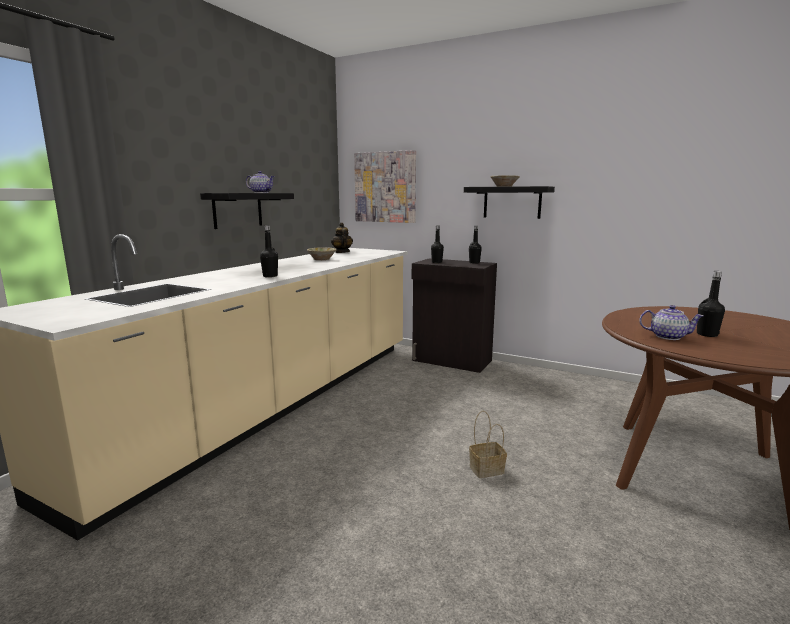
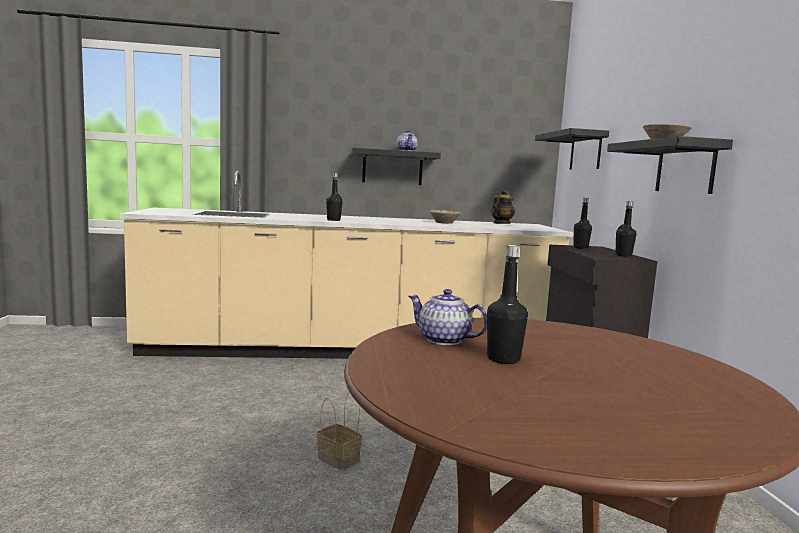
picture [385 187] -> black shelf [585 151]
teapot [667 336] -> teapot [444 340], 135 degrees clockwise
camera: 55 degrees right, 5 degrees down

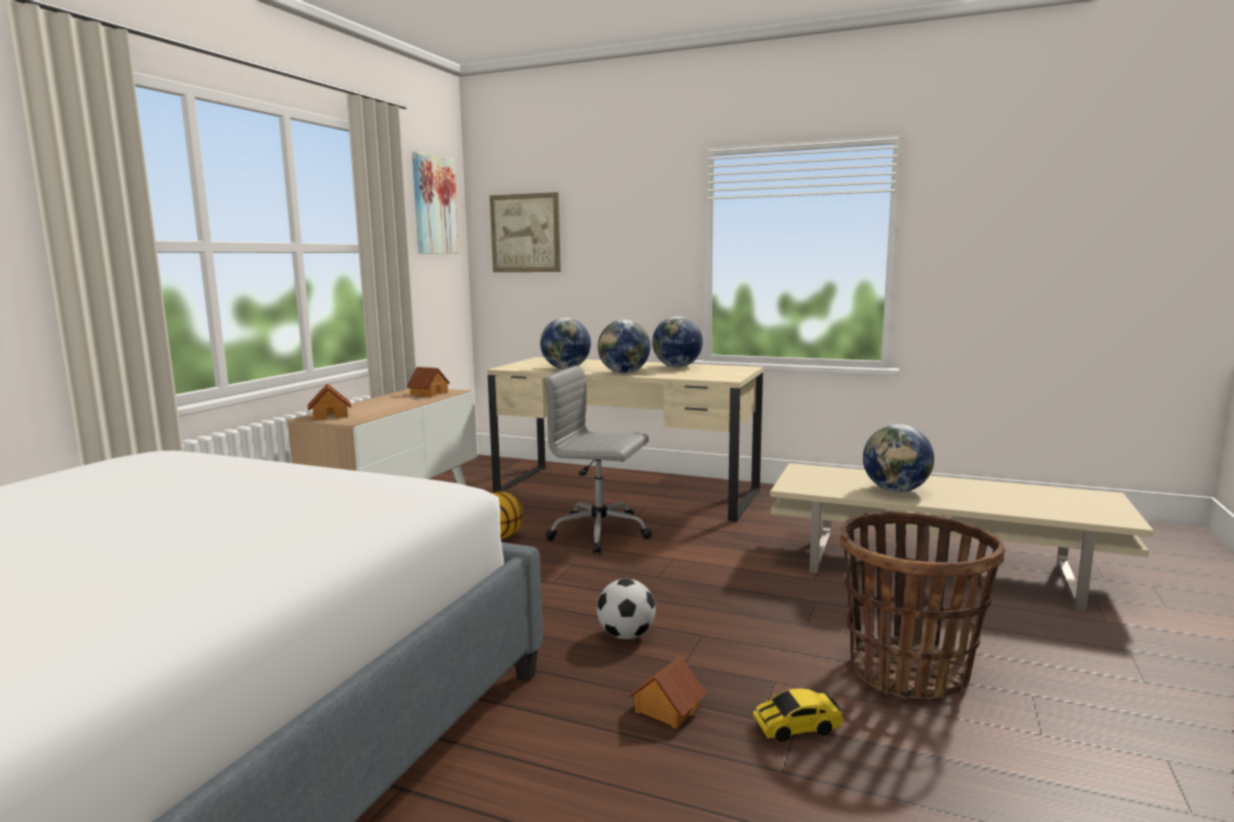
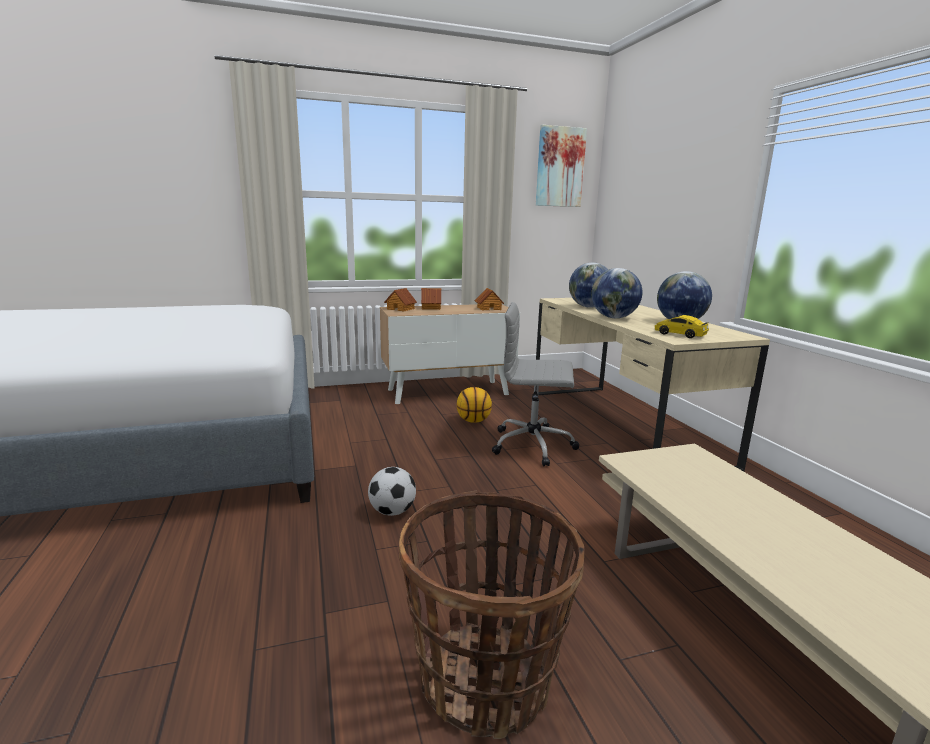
picture [525 233] -> none
globe [896 490] -> none
toy house [666 709] -> toy house [430 307], relocated
toy car [797 727] -> toy car [680 334], relocated
grey office chair [601 533] -> grey office chair [534 445], 60 degrees counterclockwise
camera: 50 degrees right, 5 degrees up

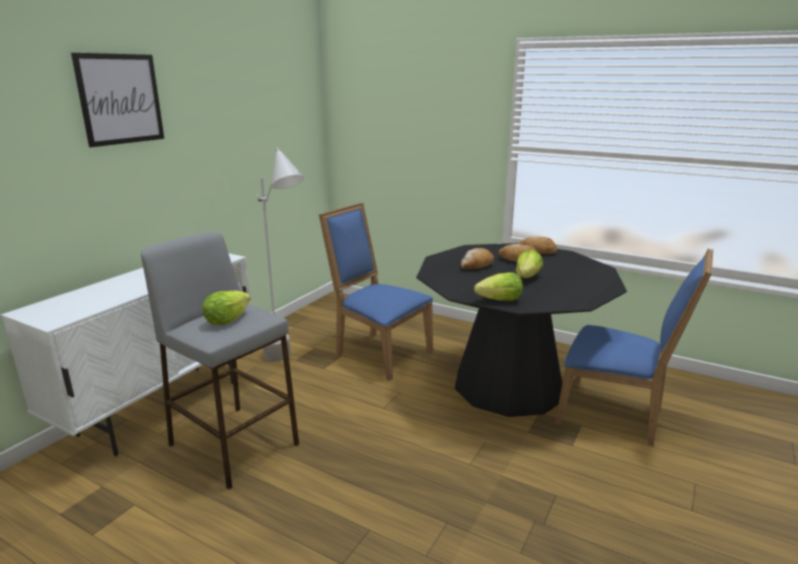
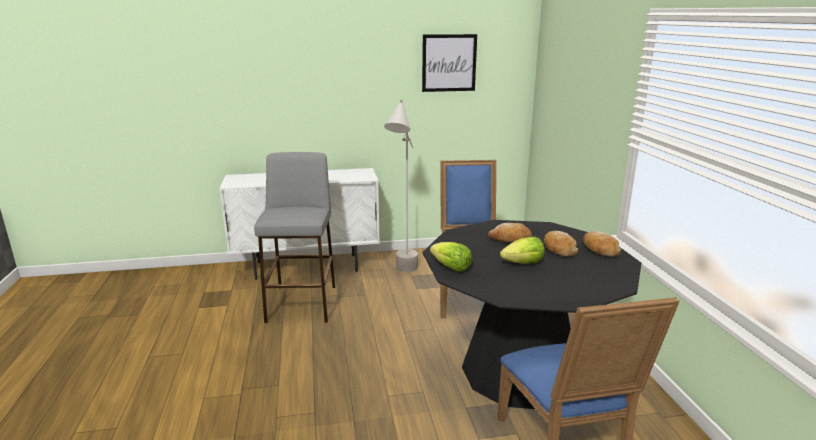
lettuce [227 320] -> none
picture [120 99] -> picture [449 63], relocated
camera: 50 degrees right, 0 degrees up

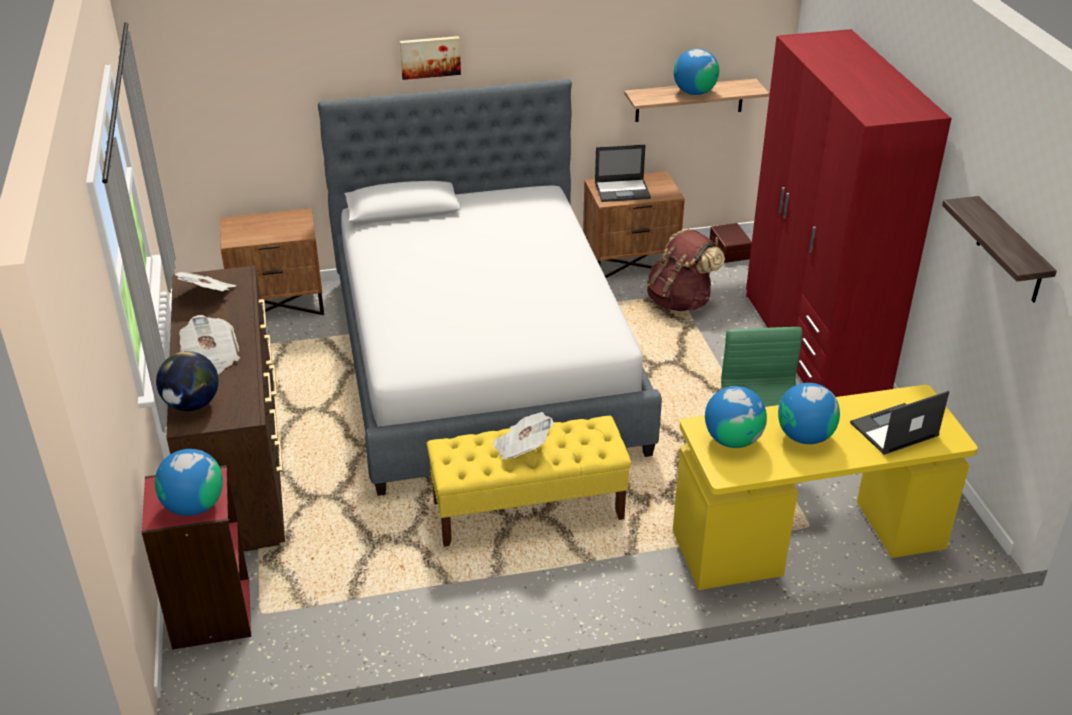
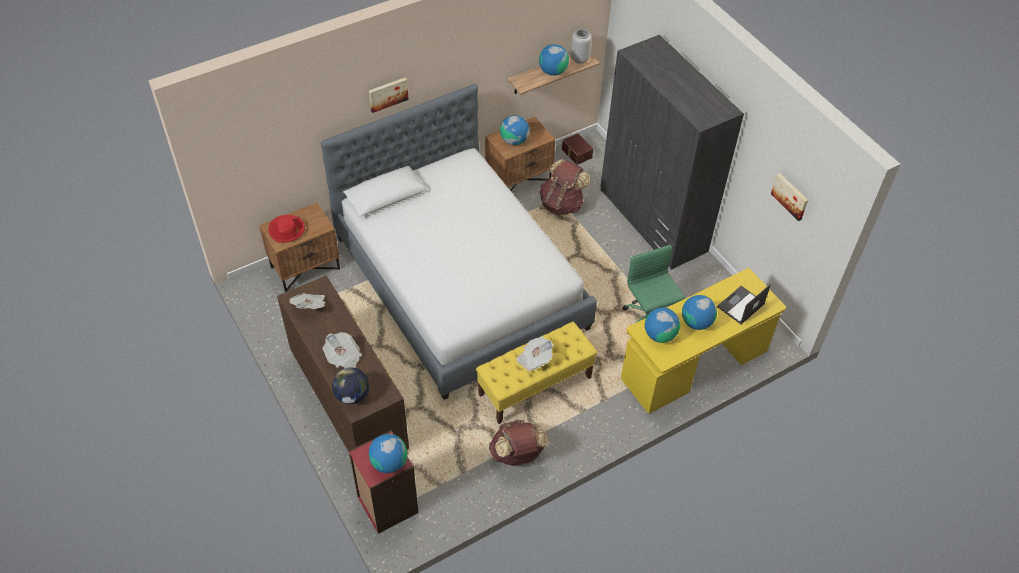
none -> red hat [287 230]
none -> brown backpack [517 455]
none -> grey vase [579 59]
laptop [623 190] -> globe [514 140]
shelf [1010 251] -> picture [790 196]
red wardrobe [813 345] -> grey wardrobe [652 221]
camera: 20 degrees left, 15 degrees up

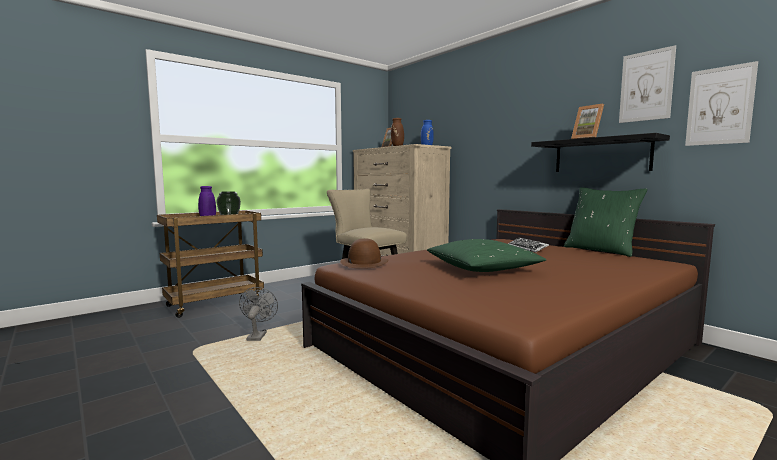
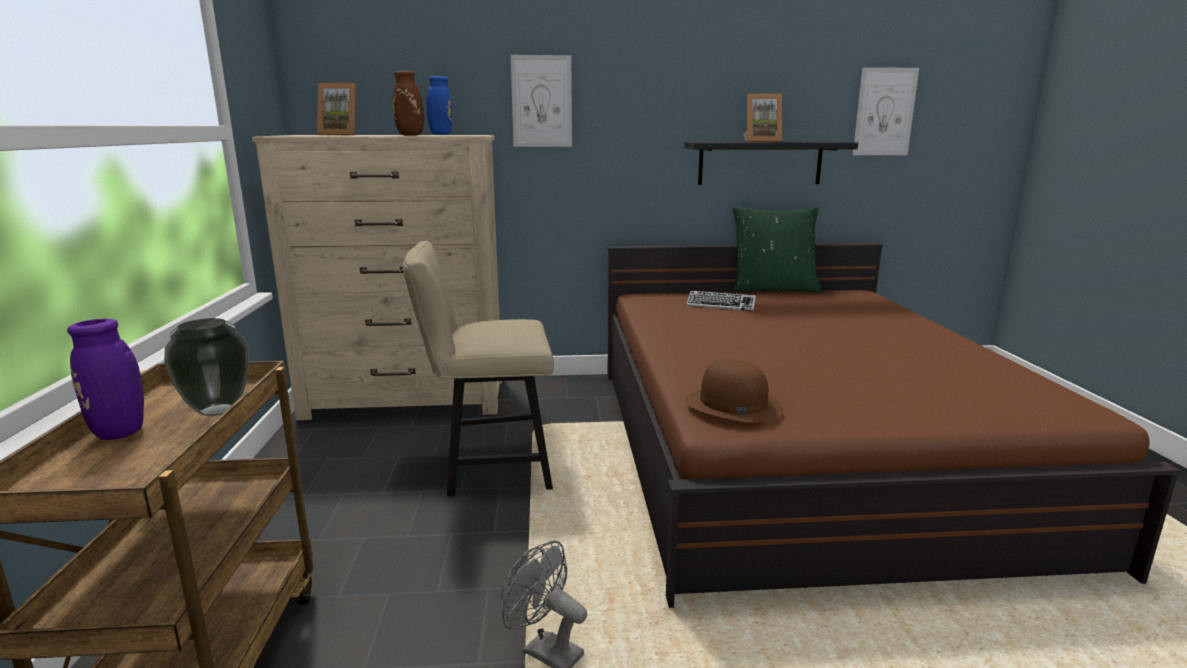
green pillow [482 269] -> none
picture [646 86] -> picture [541 101], relocated
camera: 55 degrees left, 10 degrees up

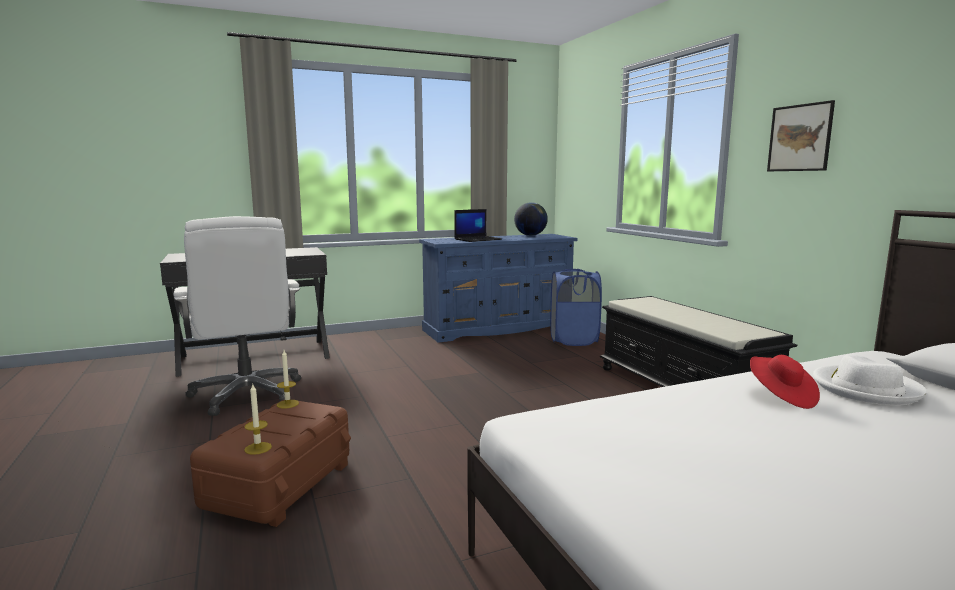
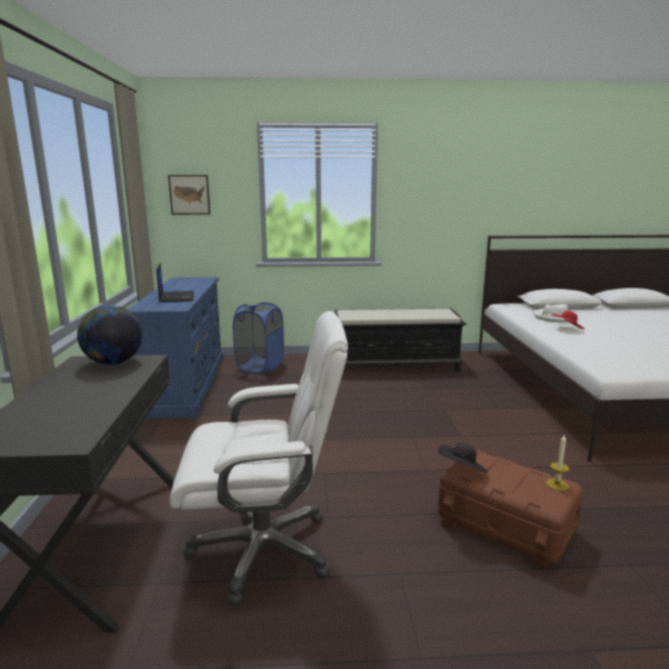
globe [530 235] -> globe [113 362], relocated
picture [800 138] -> picture [189 194], relocated
candle [287 404] -> black hat [462 471]
camera: 70 degrees left, 5 degrees up

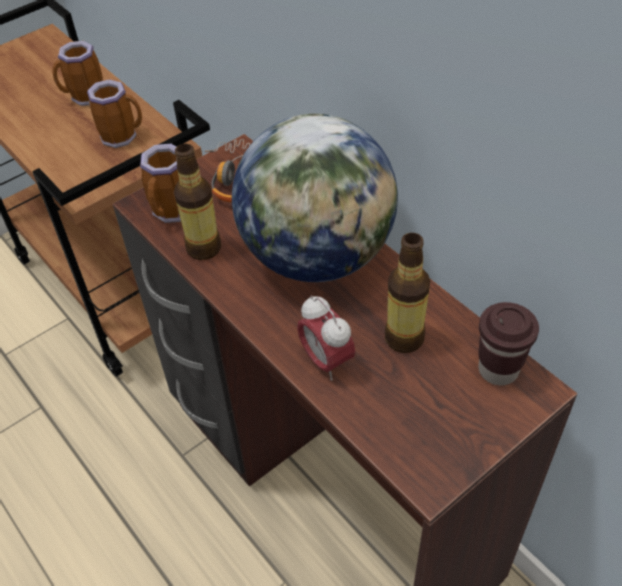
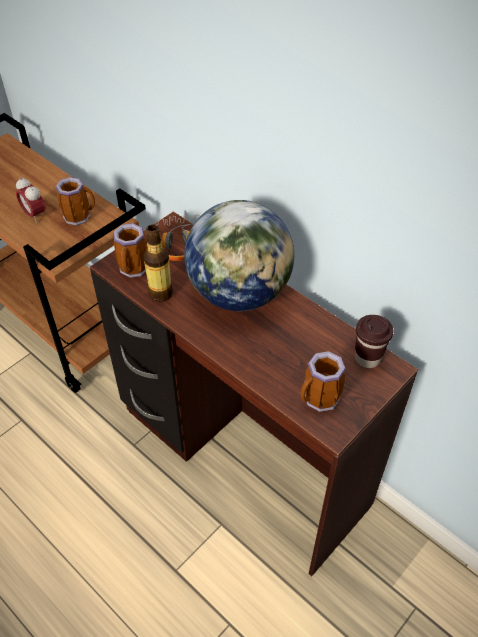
bottle [404 338] -> none
mug [85 98] -> mug [319 401], relocated
alarm clock [326 361] -> alarm clock [35 215], relocated
camera: 10 degrees left, 0 degrees up

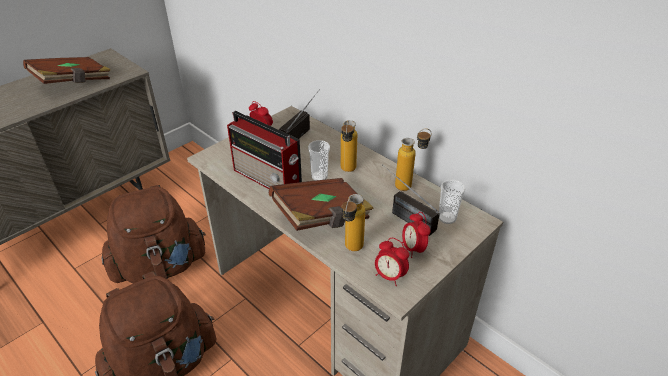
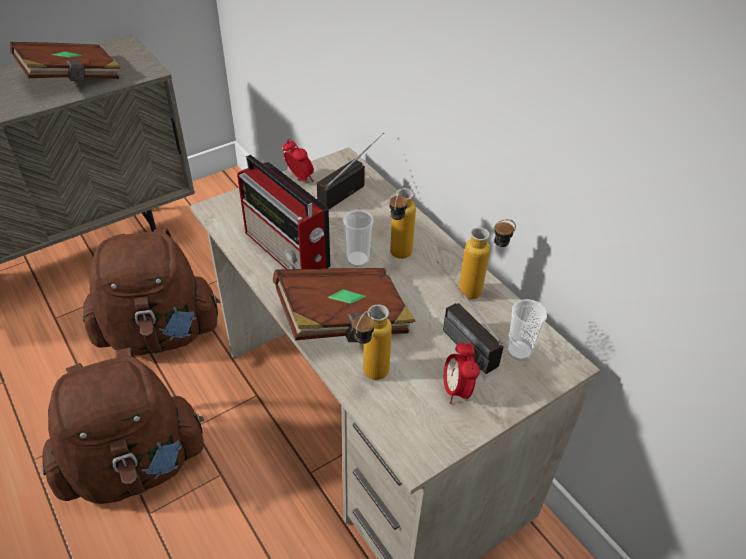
alarm clock [389 276] -> none
camera: 10 degrees right, 5 degrees up

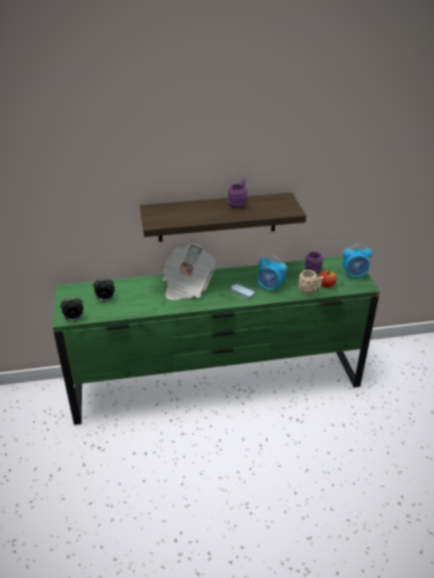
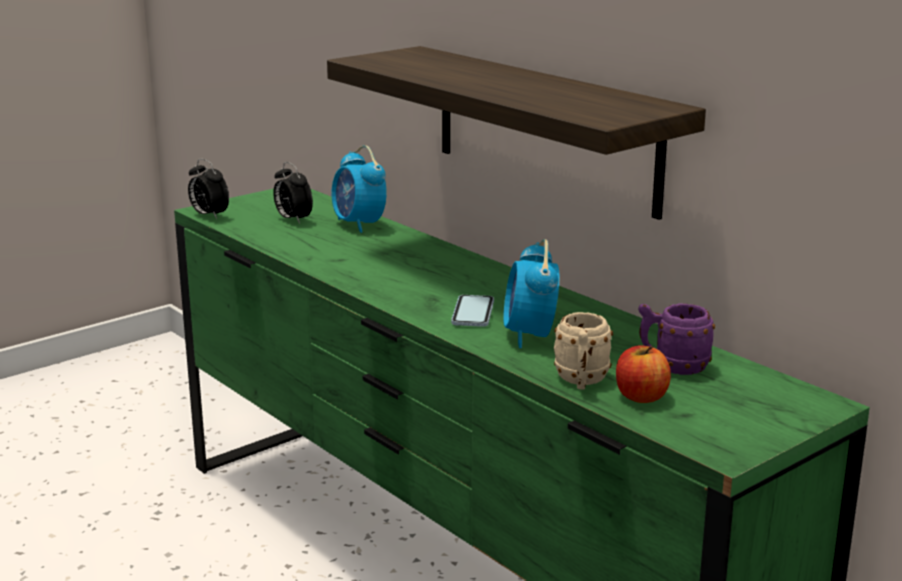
newspaper [187 285] -> none
purple mug [238 204] -> none
alarm clock [354 275] -> alarm clock [359 225], relocated
camera: 60 degrees right, 15 degrees down

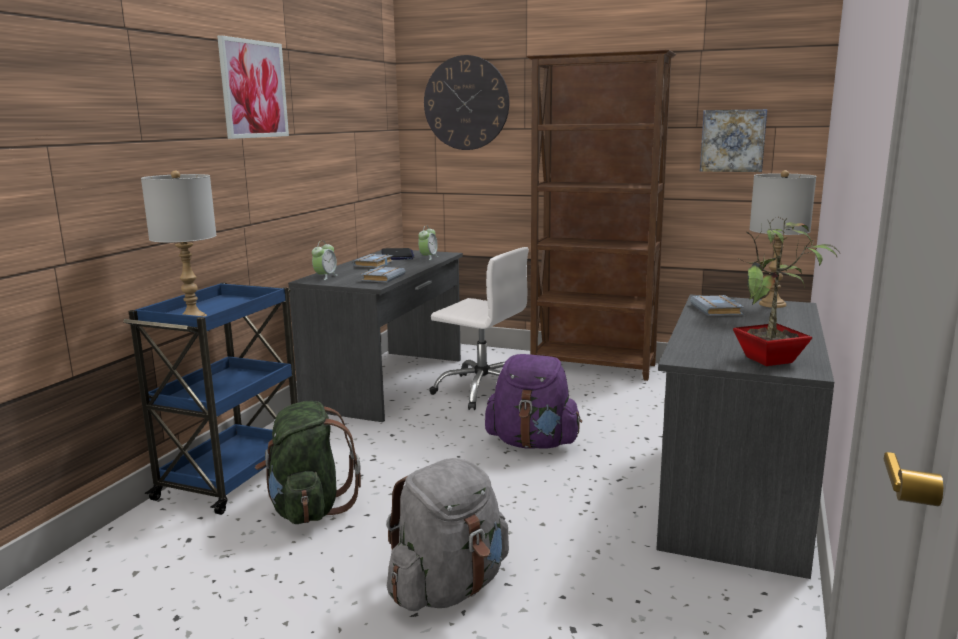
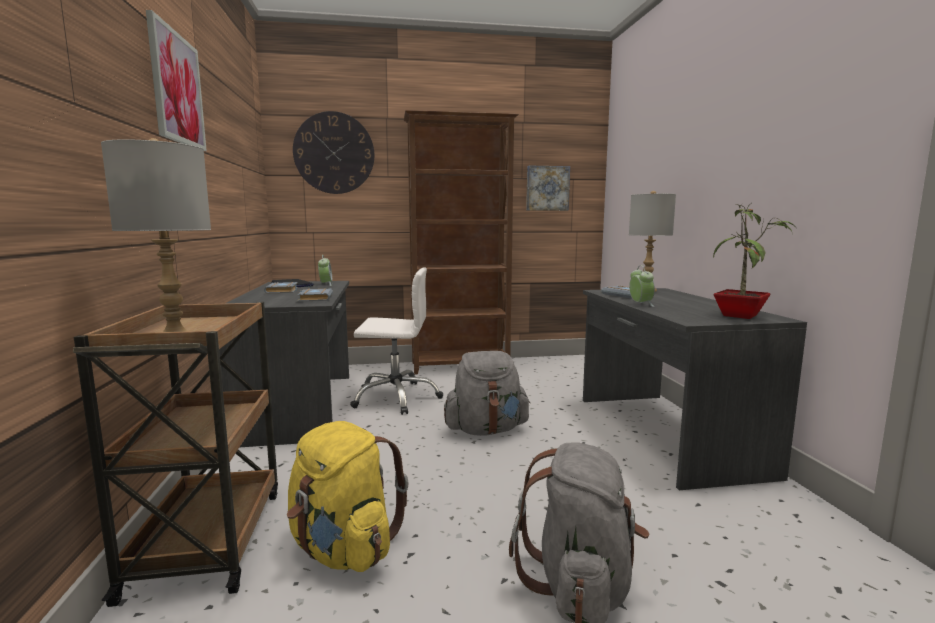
alarm clock [325 277] -> alarm clock [640 304], relocated
blue cart [232 475] -> brown cart [208 539]
green backpack [308 508] -> yellow backpack [343 549]
purple backpack [533 443] -> grey backpack [486 430]
camera: 30 degrees left, 5 degrees down

